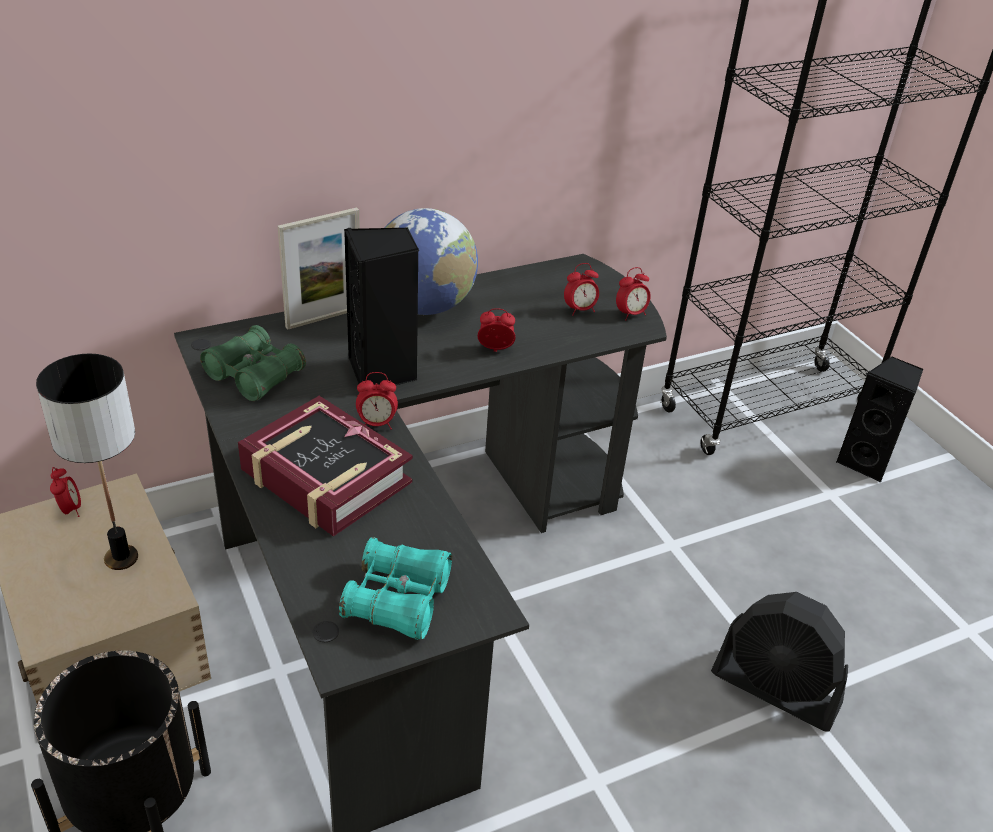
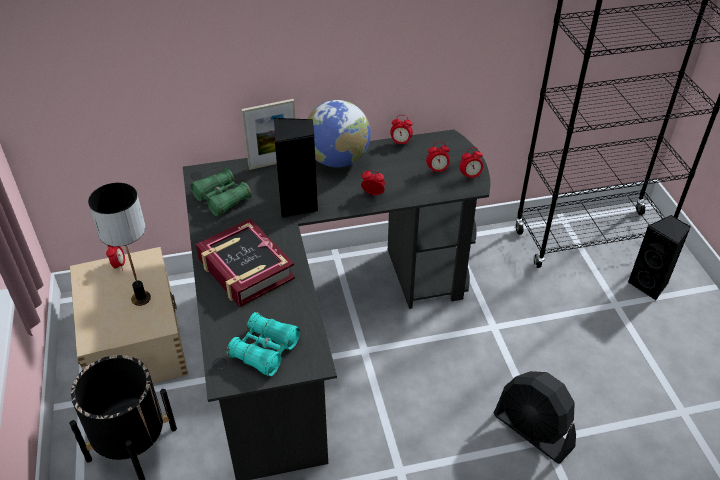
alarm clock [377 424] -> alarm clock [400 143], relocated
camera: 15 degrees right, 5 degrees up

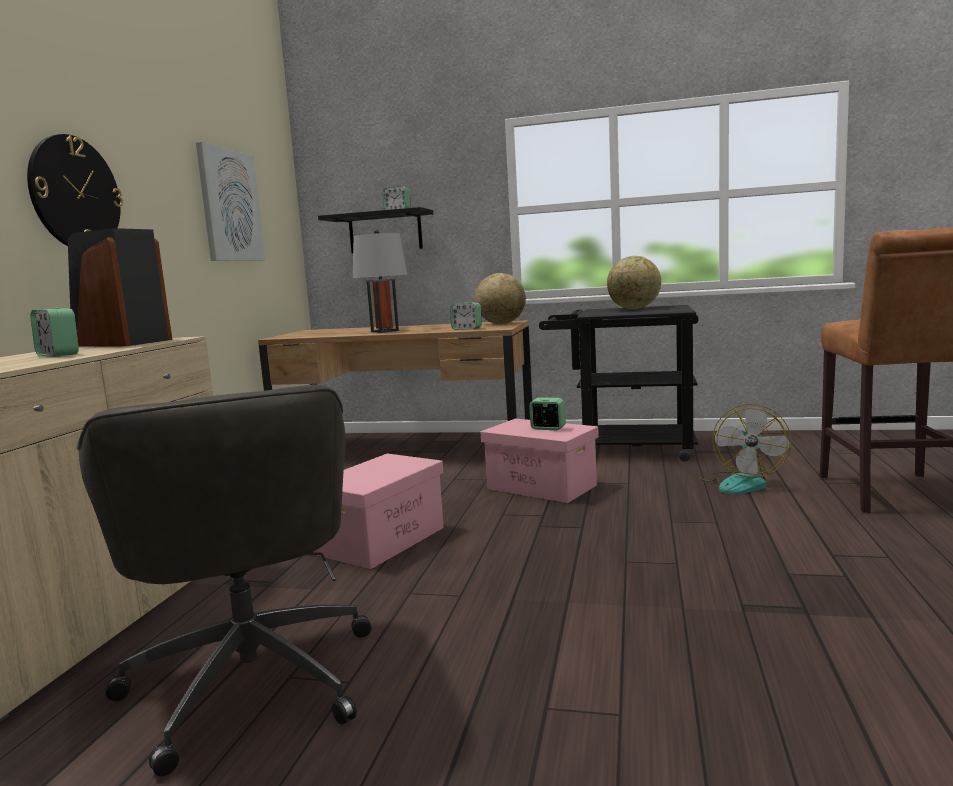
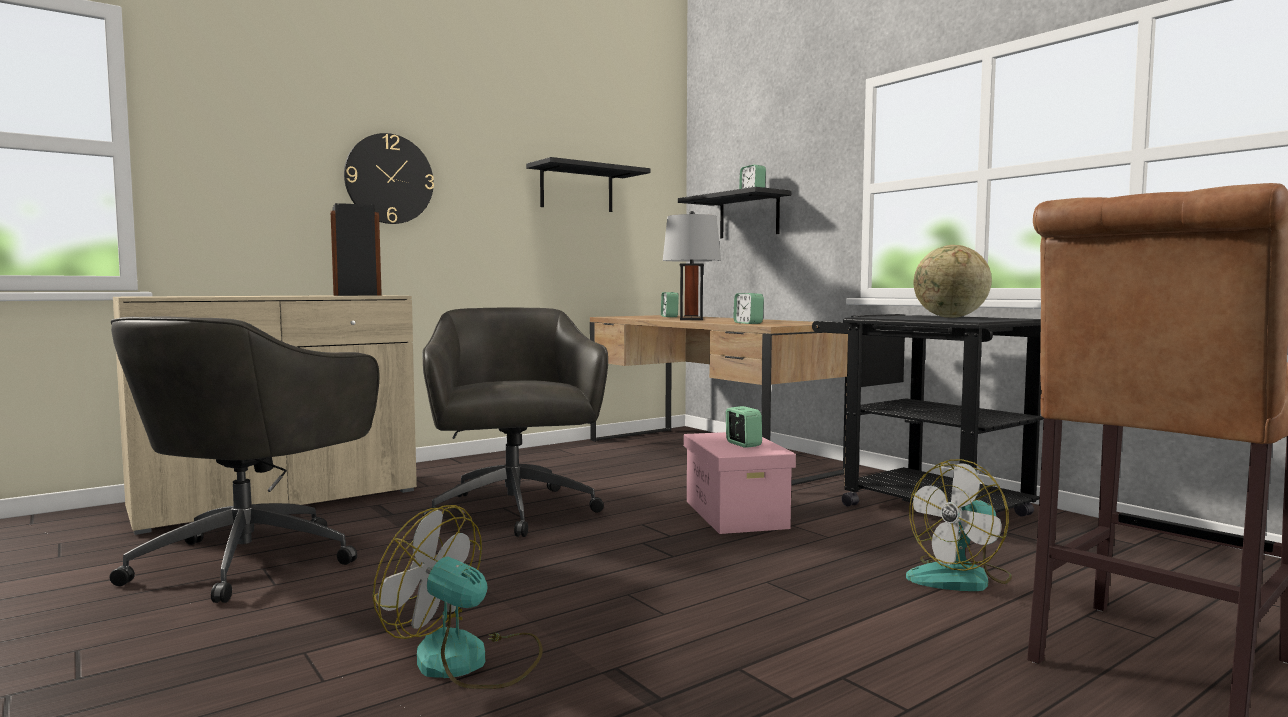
globe [501 324] -> none
none -> fan [468 661]
alarm clock [58 355] -> alarm clock [669 316], relocated
picture [230 206] -> black shelf [576 189]
pink storage box [383 540] -> grey office chair [513 512]
camera: 40 degrees right, 5 degrees down

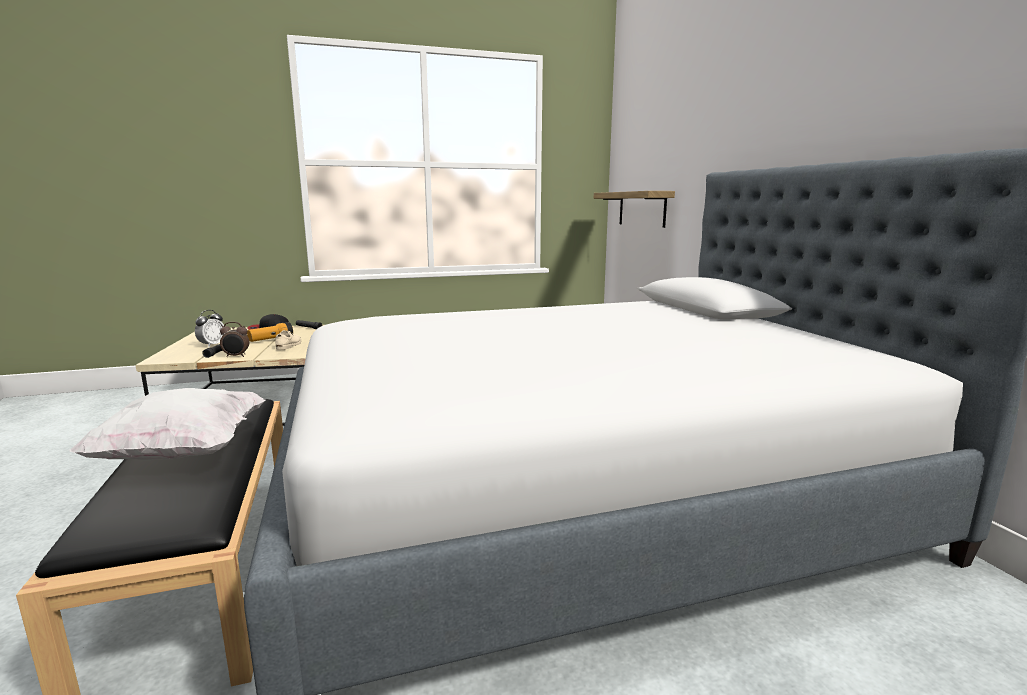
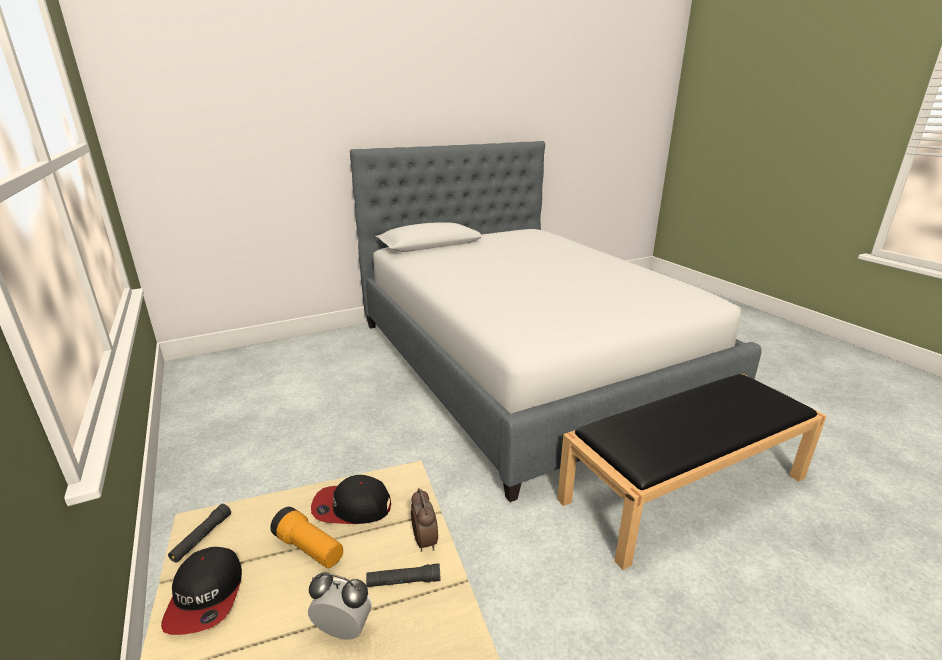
white pillow [183 453] -> none
shelf [642 209] -> none
beige shoe [289 345] -> cap [351 507]
camera: 100 degrees left, 10 degrees up

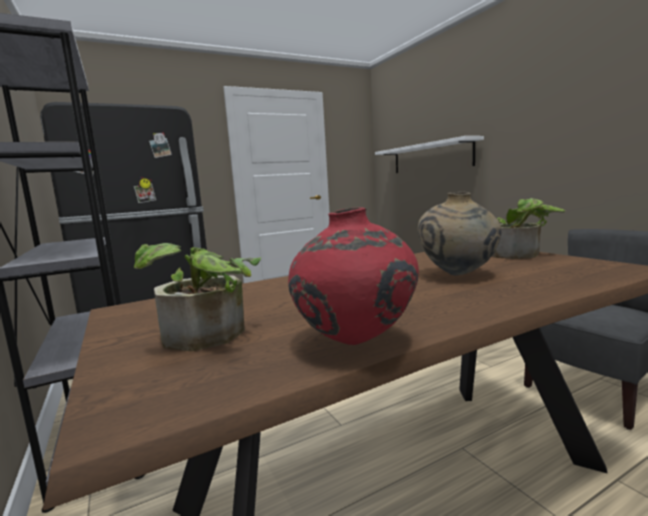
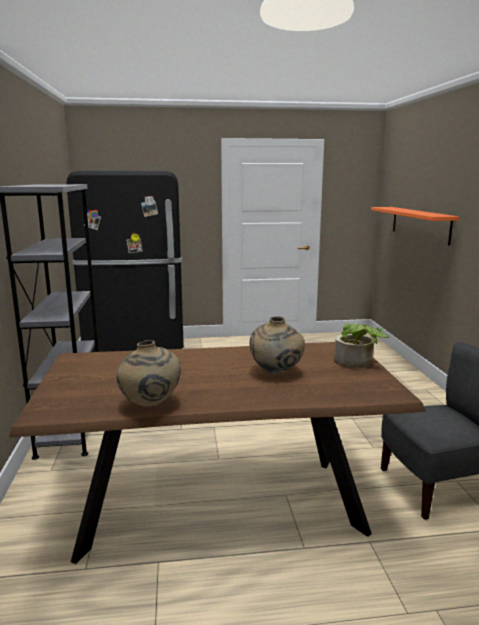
potted plant [207 337] -> none
red vase [356 343] -> beige vase [150 406]
white shelf [431 157] -> orange shelf [420 224]
camera: 20 degrees right, 5 degrees up

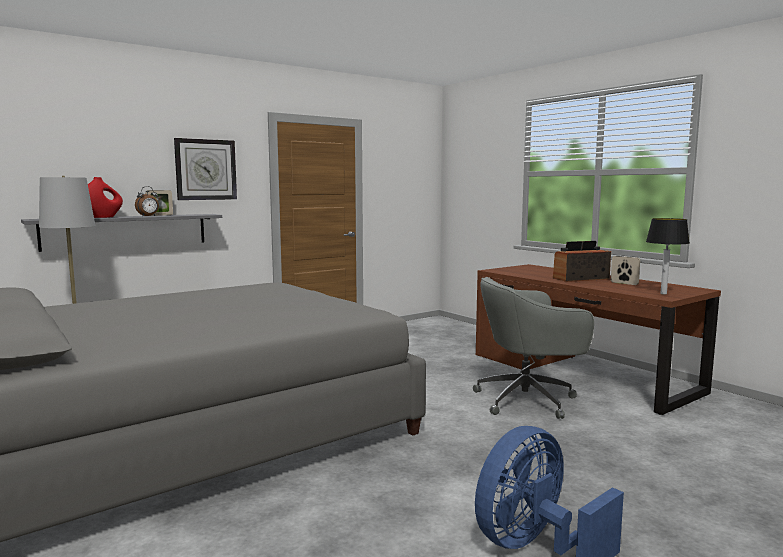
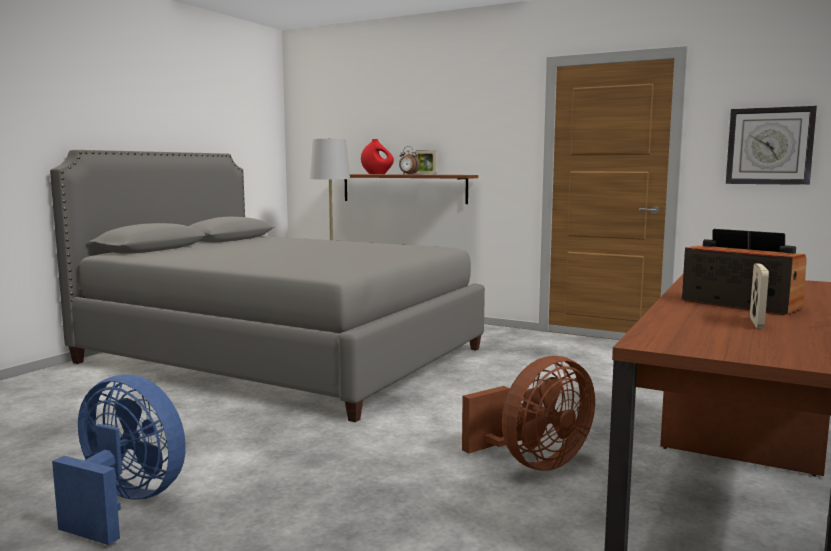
table lamp [663 293] -> none
wall clock [206 169] -> wall clock [769 146], relocated
grey office chair [528 400] -> brown fan [534 463]
grey shelf [126 231] -> brown shelf [403 188]
camera: 65 degrees right, 0 degrees up

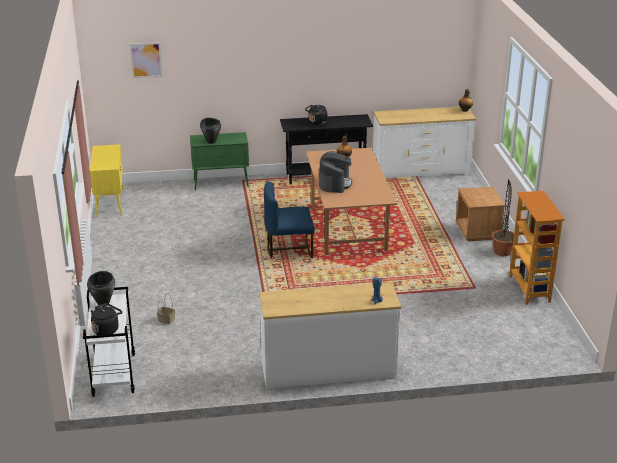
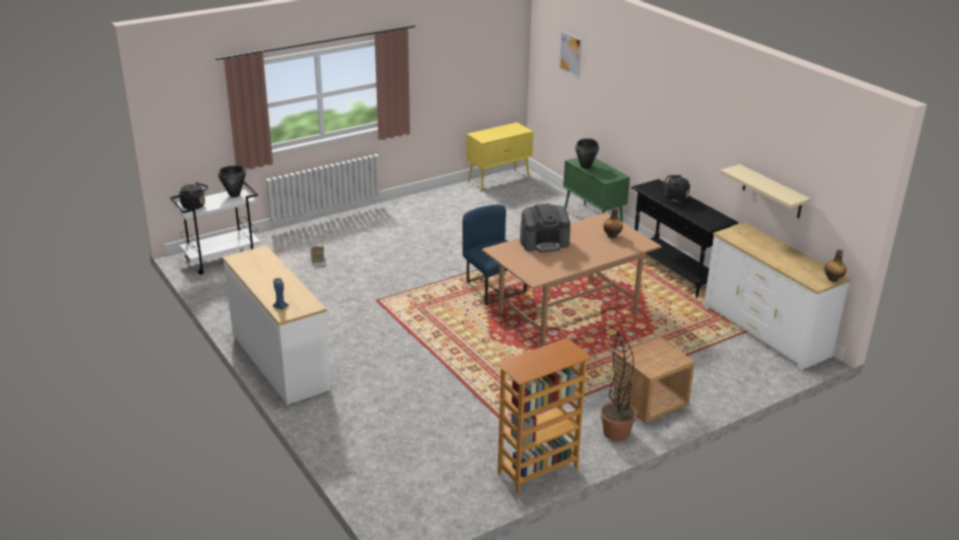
none -> beige shelf [772 192]
camera: 65 degrees right, 0 degrees up

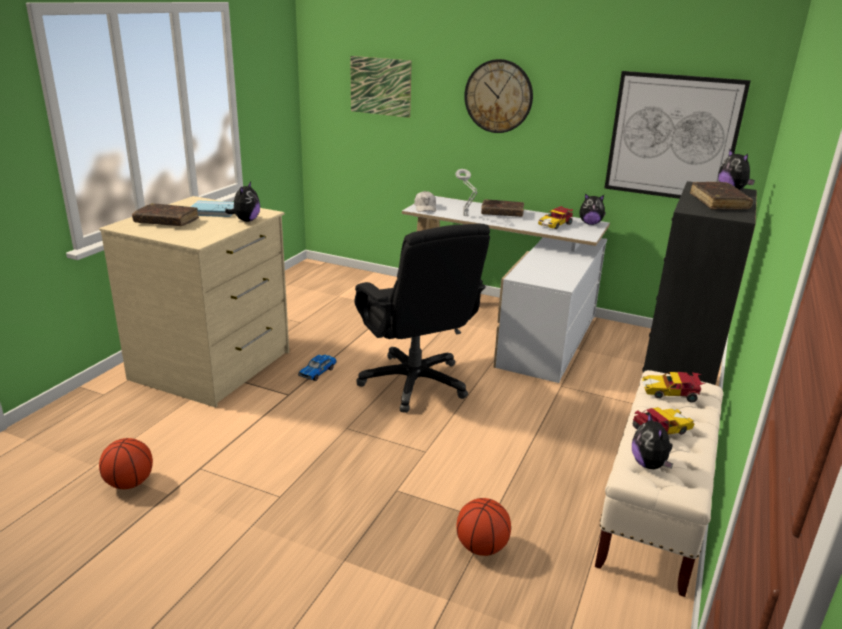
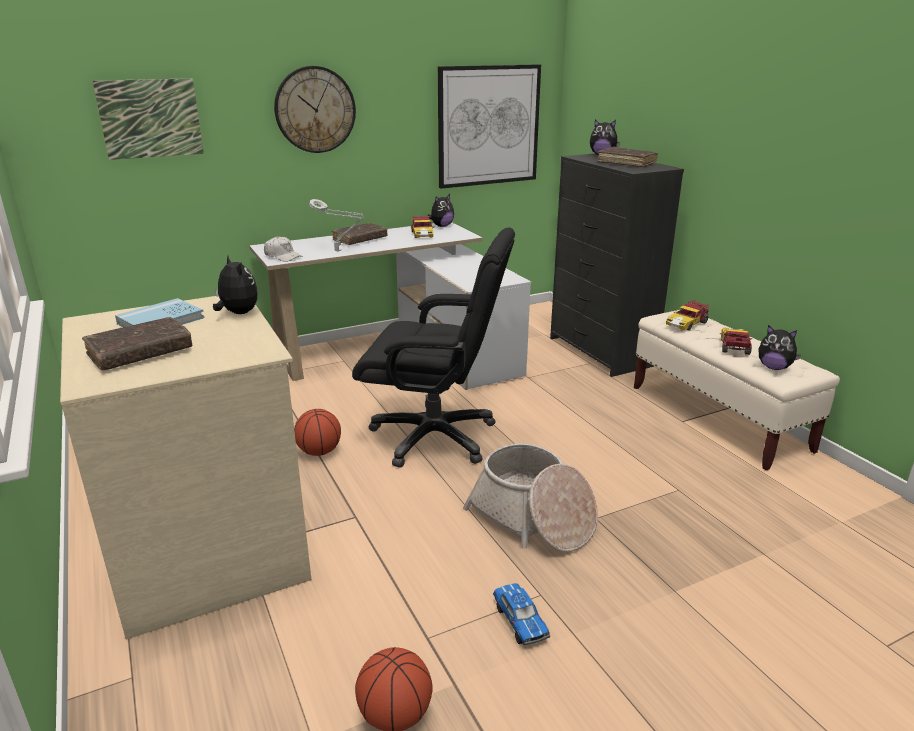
none -> basket [533 518]
toy car [318 372] -> toy car [520 620], relocated
basketball [481 547] -> basketball [319 452], relocated
camera: 50 degrees left, 0 degrees up

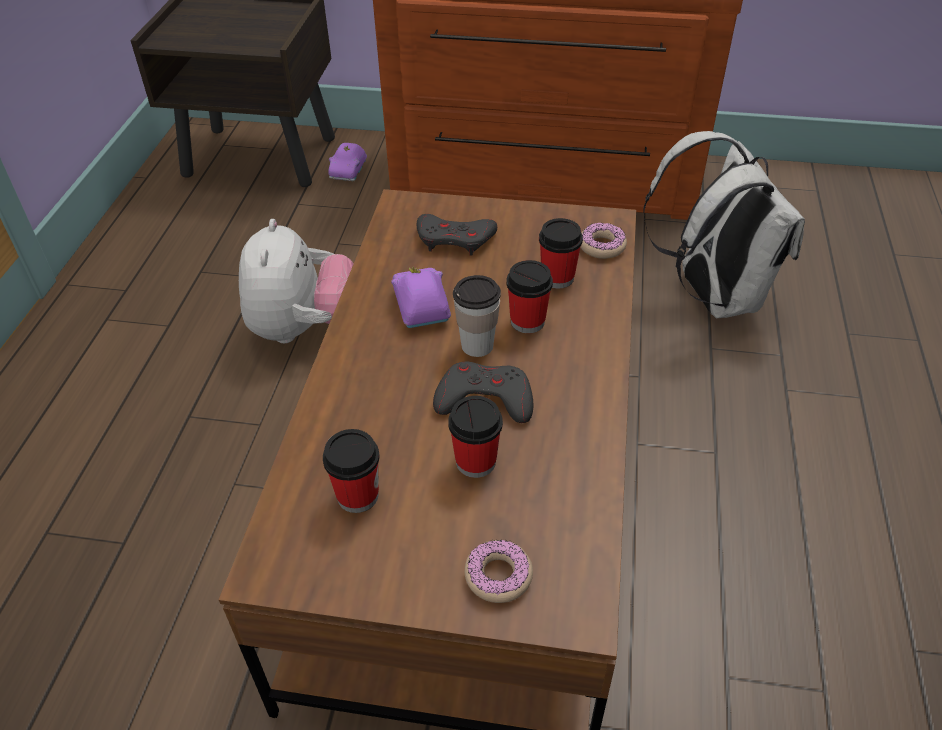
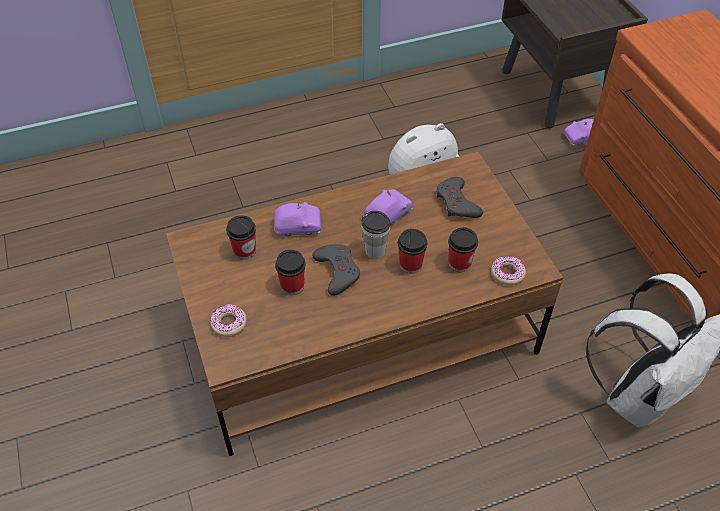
none -> purple toy car [298 226]
camera: 60 degrees right, 5 degrees up

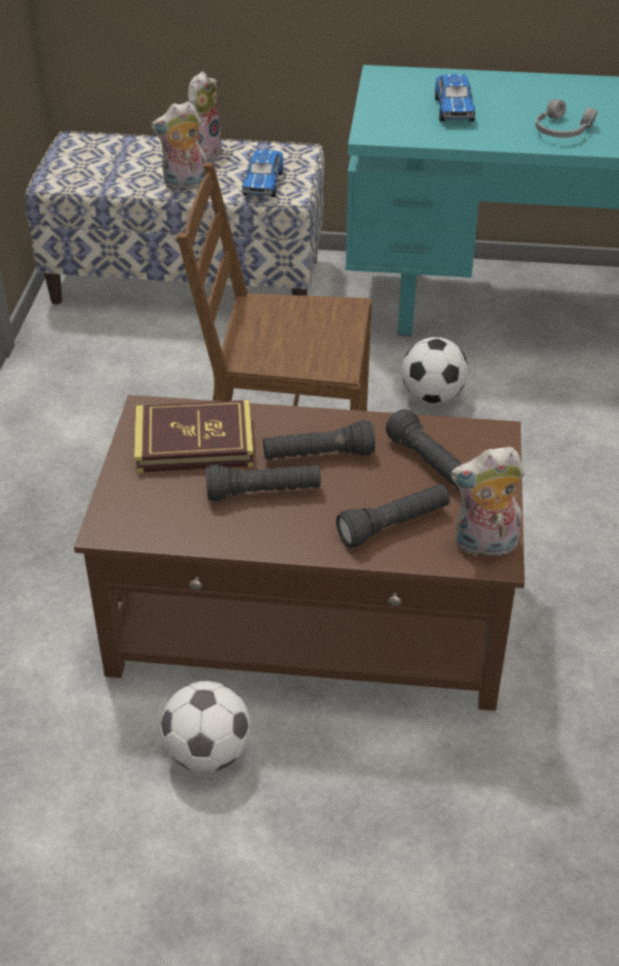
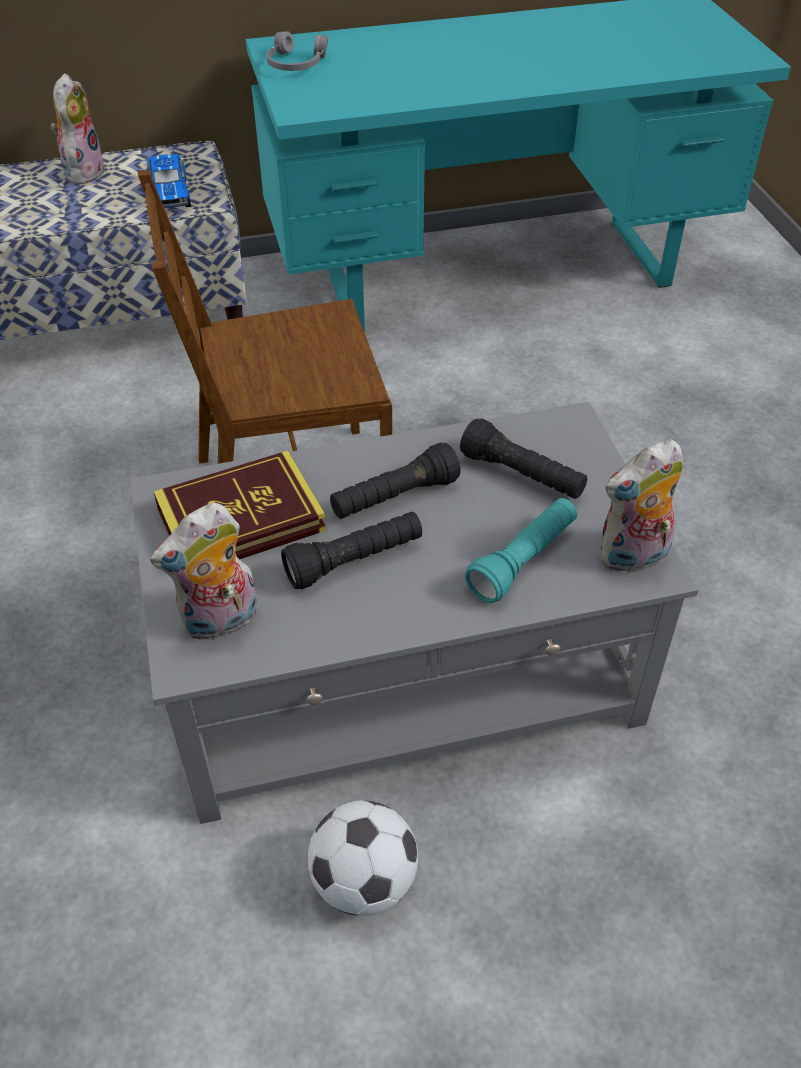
football [432 396] -> none
toy car [453 108] -> none
plush toy [184 185] -> plush toy [220 622], relocated
grey headphones [561 130] -> grey headphones [295 64], relocated
brown coffee table [311 613] -> grey coffee table [403 671]
black flashlight [394 525] -> turquoise flashlight [523 561]
camera: 20 degrees left, 5 degrees up

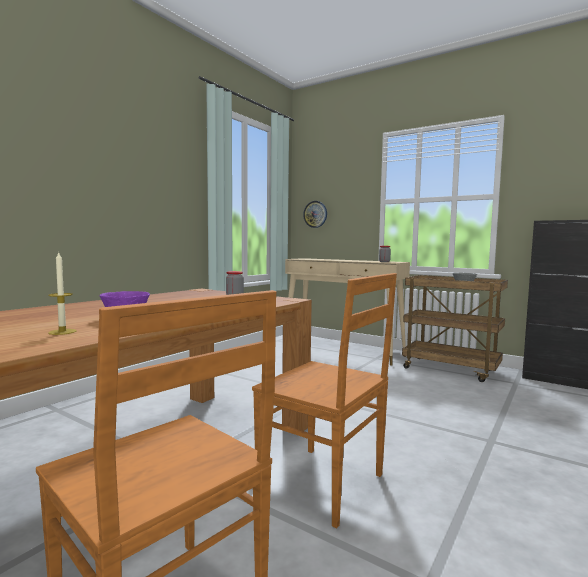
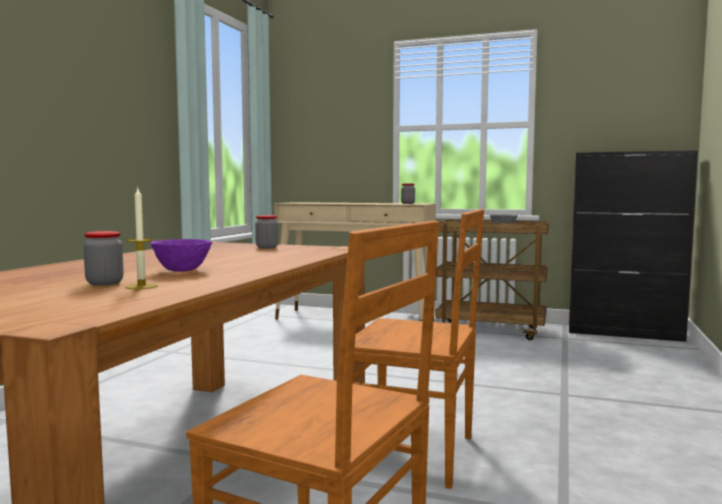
wall clock [315 214] -> none
none -> jar [104 283]
camera: 15 degrees left, 0 degrees up

